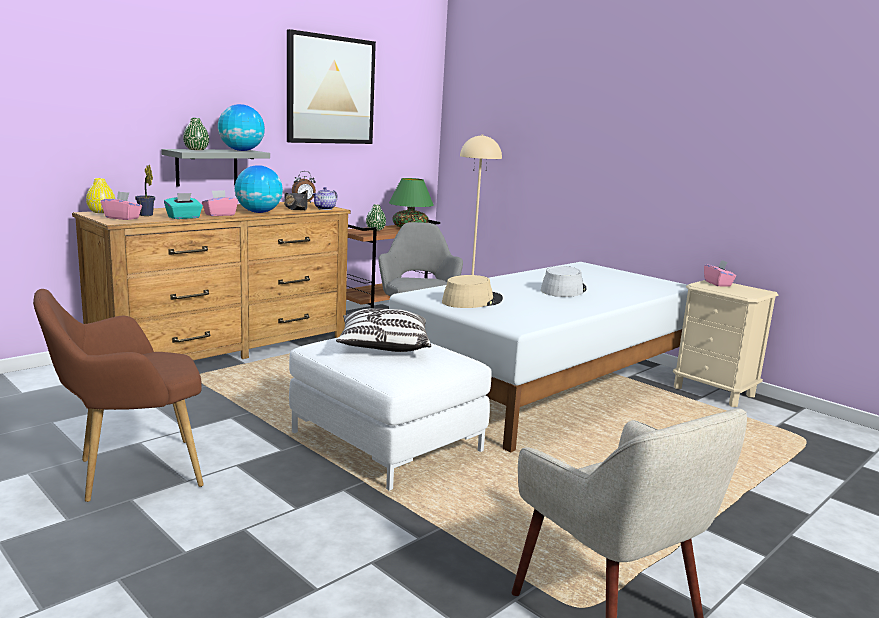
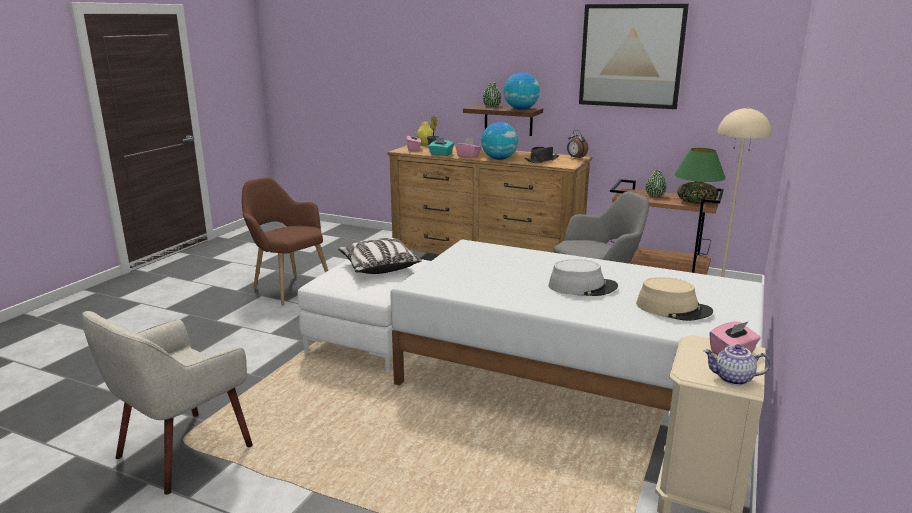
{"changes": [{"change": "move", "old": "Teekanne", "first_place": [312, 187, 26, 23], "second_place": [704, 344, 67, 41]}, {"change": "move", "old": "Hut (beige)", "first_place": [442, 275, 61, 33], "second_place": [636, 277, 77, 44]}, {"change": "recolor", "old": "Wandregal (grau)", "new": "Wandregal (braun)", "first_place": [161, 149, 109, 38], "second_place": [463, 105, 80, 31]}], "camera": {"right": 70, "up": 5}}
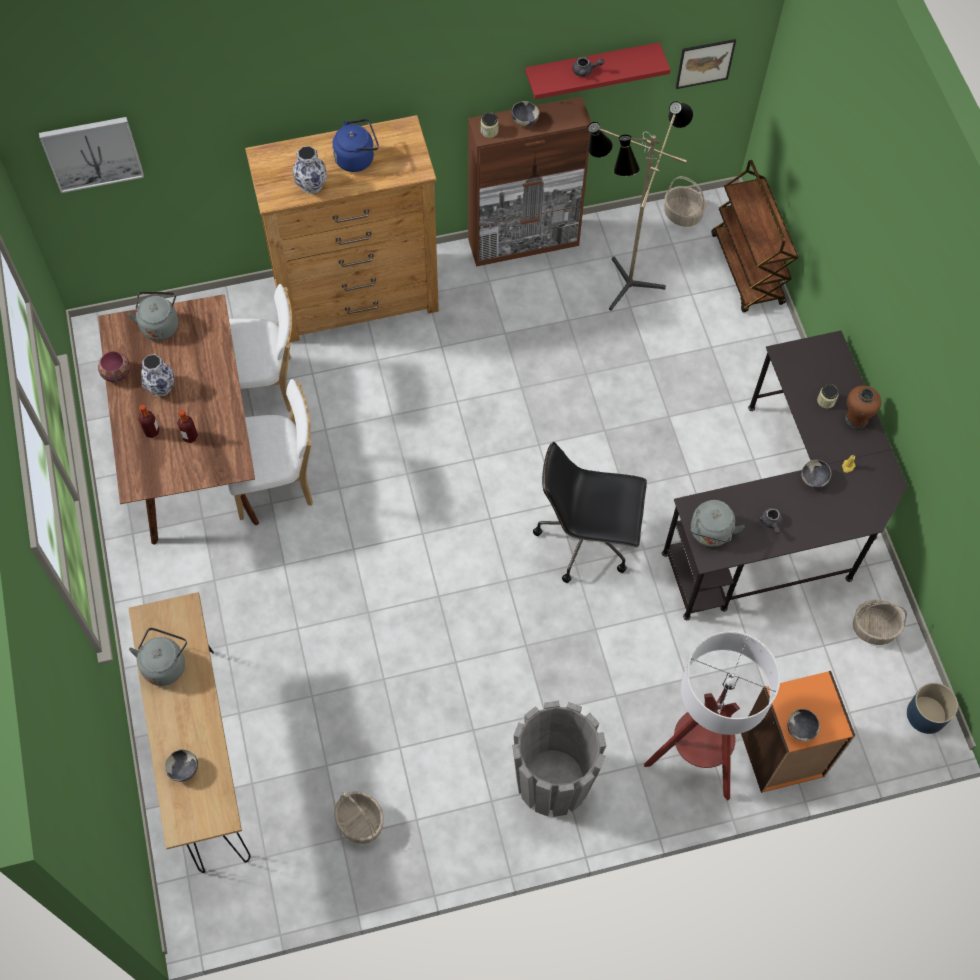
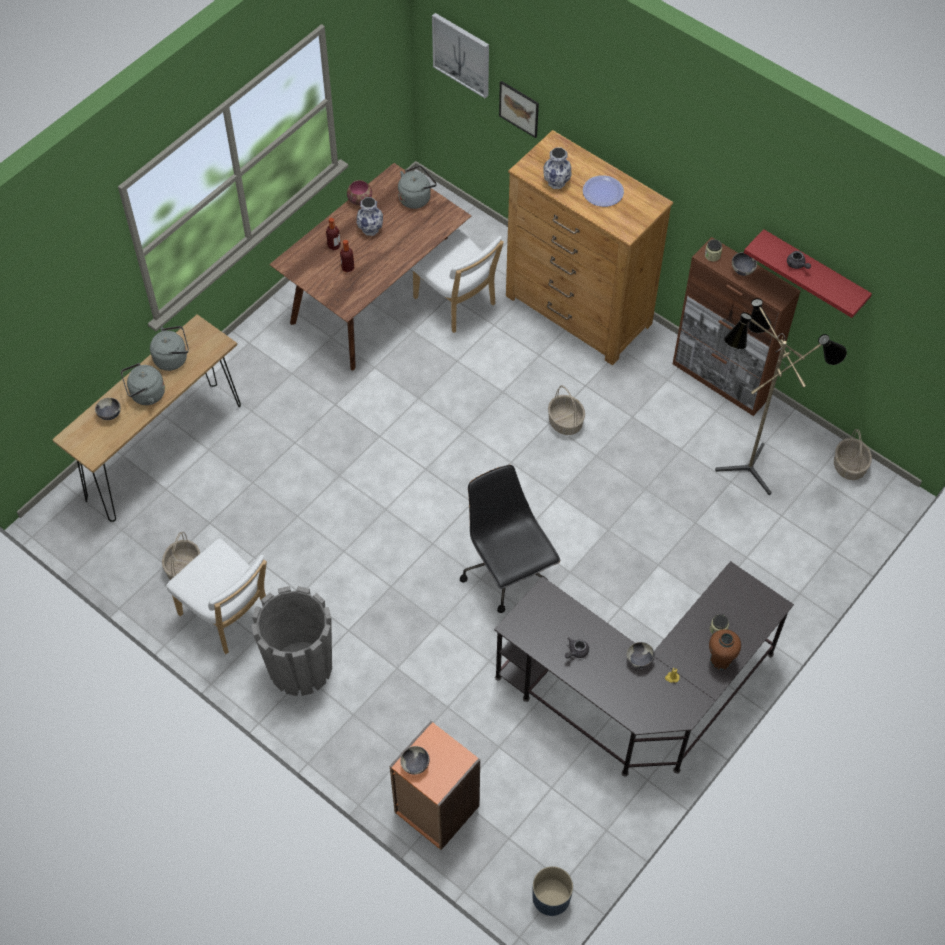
{"changes": [{"change": "delete", "old": "Stehlampe", "first_place": [644, 631, 136, 170]}, {"change": "delete", "old": "Rollwagen (braun)", "first_place": [712, 160, 87, 153]}, {"change": "move", "old": "Stuhl (weiß)", "first_place": [228, 379, 85, 141], "second_place": [166, 538, 101, 116]}, {"change": "move", "old": "Bild", "first_place": [676, 39, 60, 50], "second_place": [499, 81, 40, 57]}, {"change": "move", "old": "Wasserkessel (grau)", "first_place": [691, 500, 54, 47], "second_place": [121, 363, 44, 42]}, {"change": "move", "old": "Korb", "first_place": [853, 600, 54, 45], "second_place": [548, 385, 37, 50]}, {"change": "replace", "old": "Wasserkessel (blau)", "new": "Teller", "first_place": [332, 119, 47, 53], "second_place": [583, 175, 41, 32]}], "camera": {"right": 55, "up": -5}}
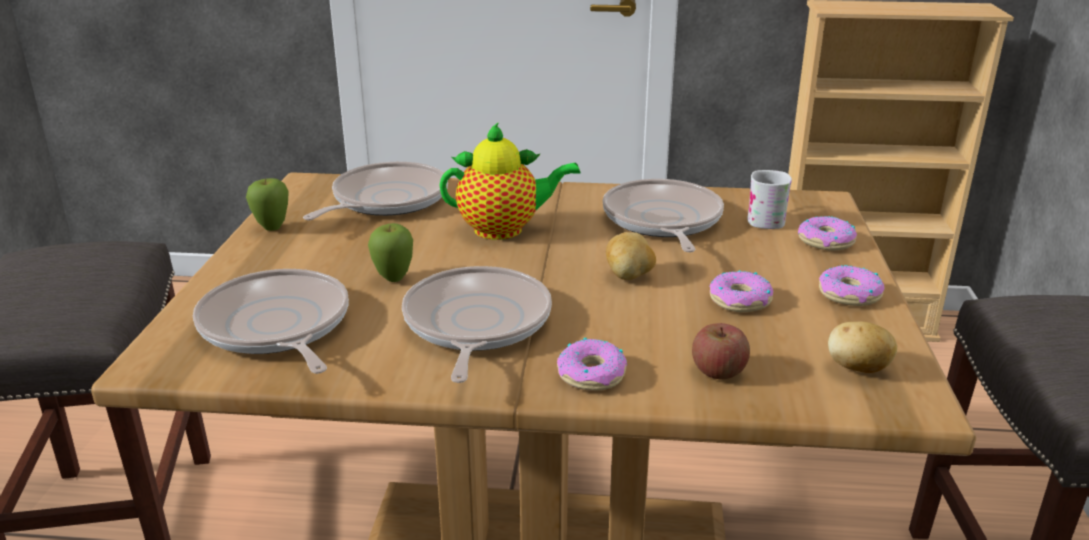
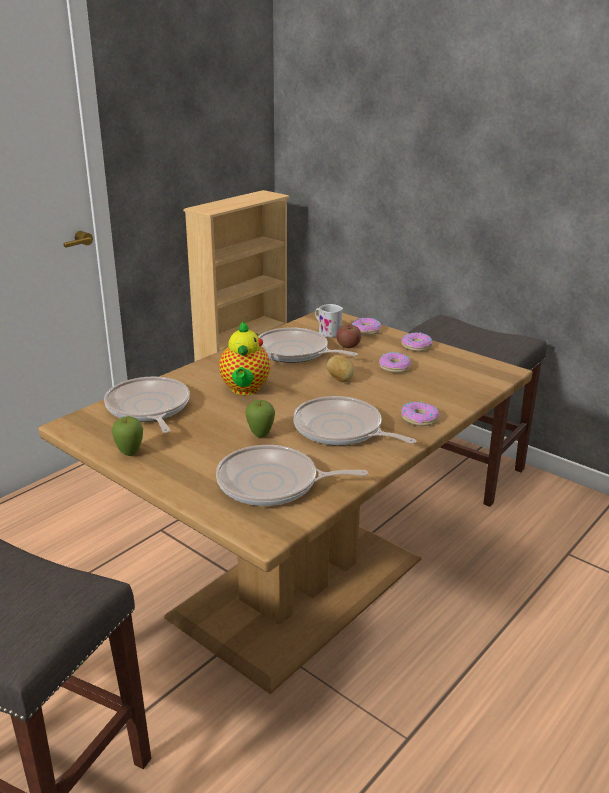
{"changes": [{"change": "delete", "old": "Kartoffel", "first_place": [828, 321, 69, 52]}, {"change": "move", "old": "Apfel", "first_place": [692, 323, 58, 56], "second_place": [337, 325, 24, 23]}, {"change": "rotate", "old": "Teekanne", "first_place": [439, 122, 142, 118], "second_place": [219, 321, 52, 74], "degrees": 150}], "camera": {"right": -55, "up": 0}}
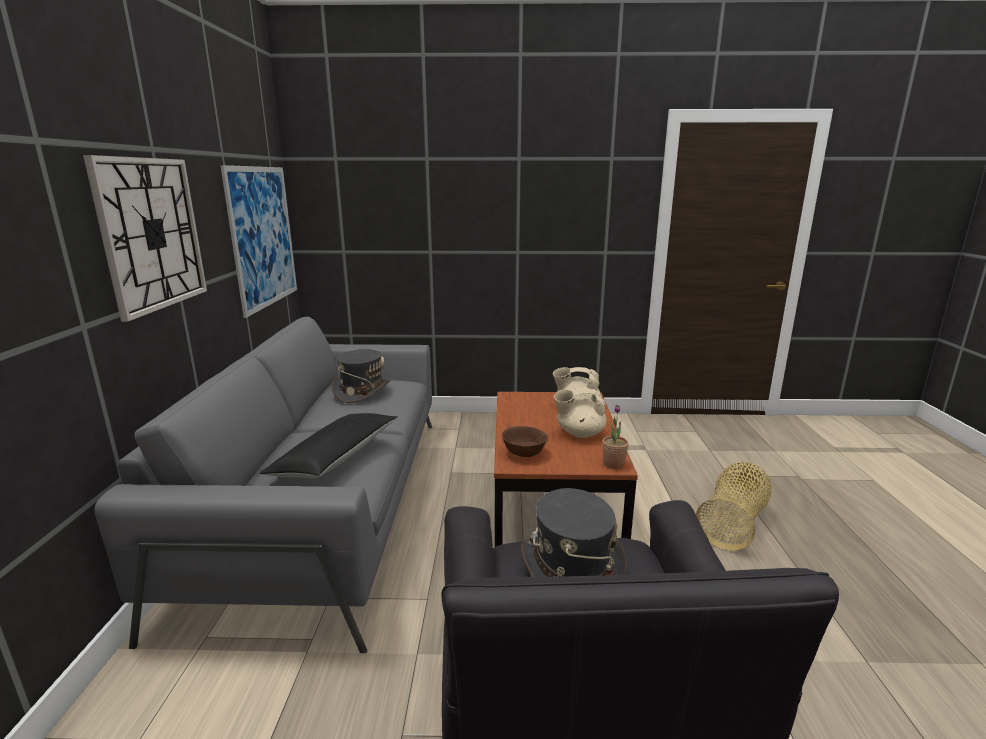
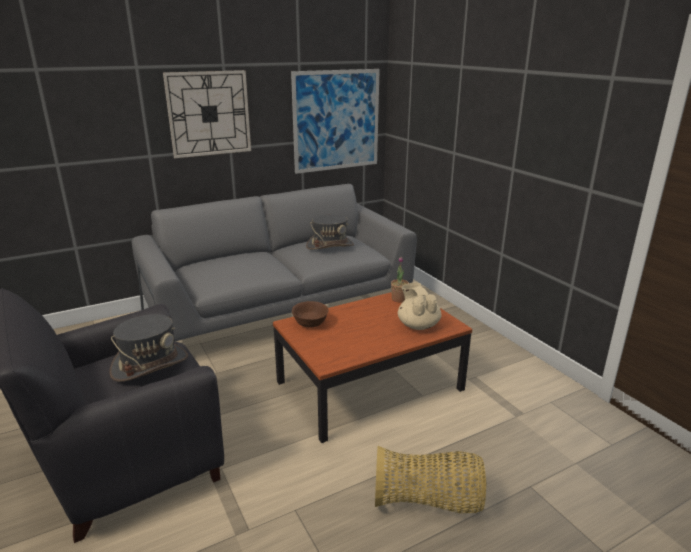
{"changes": [{"change": "delete", "old": "Kissen (schwarz)", "first_place": [260, 413, 138, 66]}, {"change": "delete", "old": "Teekanne (beige)", "first_place": [554, 388, 53, 50]}, {"change": "move", "old": "Topfpflanze", "first_place": [602, 405, 27, 64], "second_place": [391, 257, 18, 46]}], "camera": {"right": 60, "up": 5}}
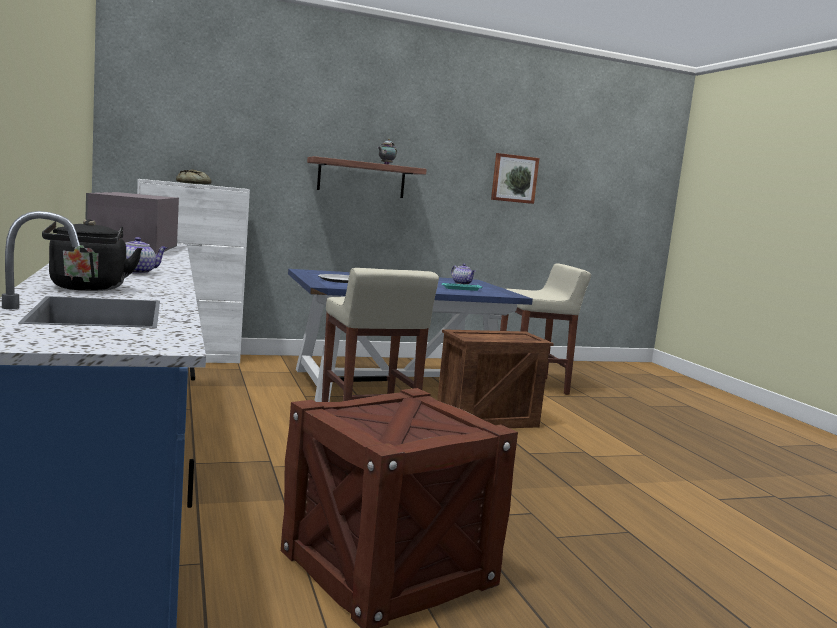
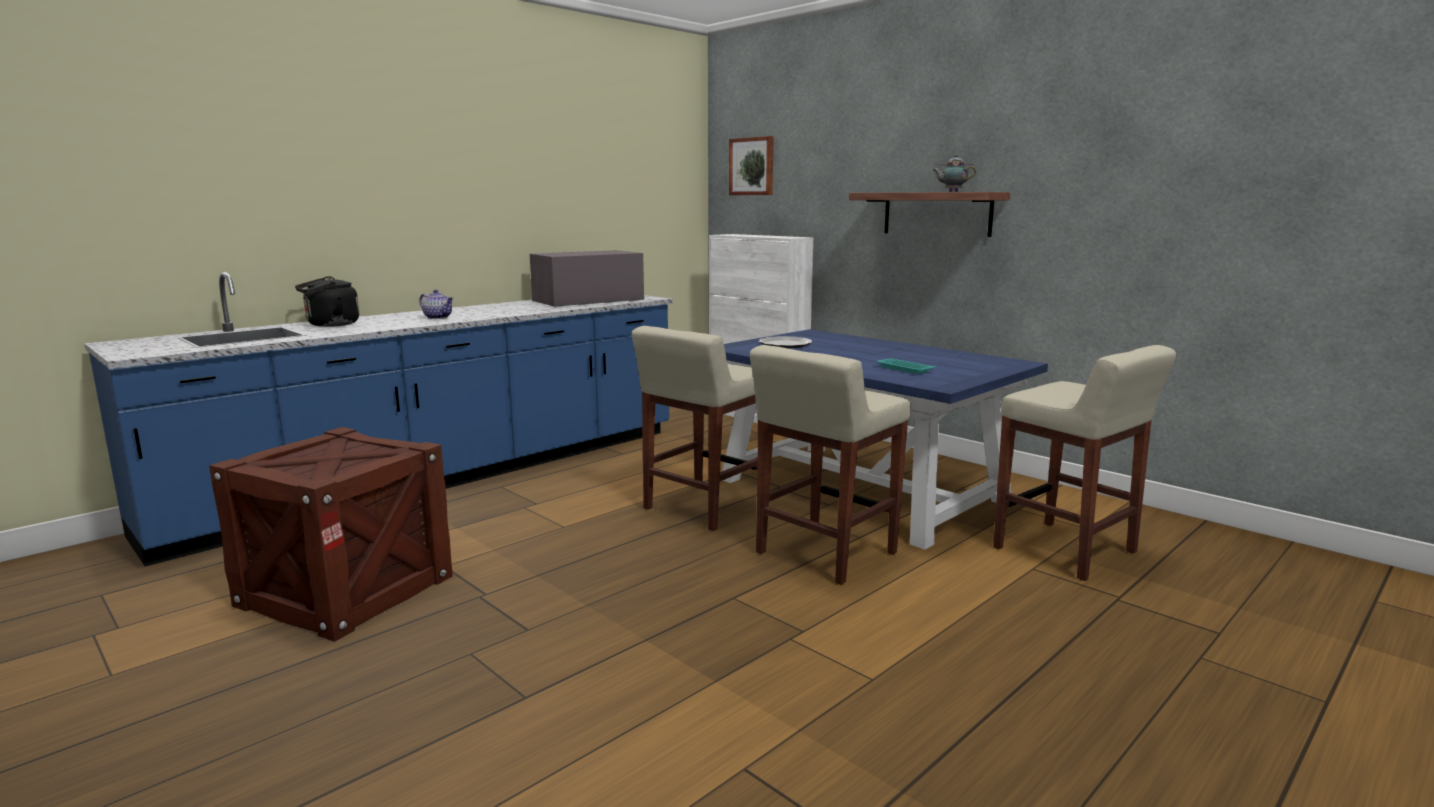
{"changes": [{"change": "delete", "old": "Brot", "first_place": [176, 170, 36, 14]}, {"change": "delete", "old": "Teekanne", "first_place": [451, 264, 25, 21]}, {"change": "move", "old": "Bild", "first_place": [491, 153, 48, 51], "second_place": [729, 136, 45, 59]}, {"change": "replace", "old": "Kiste", "new": "Hocker (beige)", "first_place": [437, 329, 117, 99], "second_place": [750, 345, 161, 240]}], "camera": {"right": 65, "up": 5}}
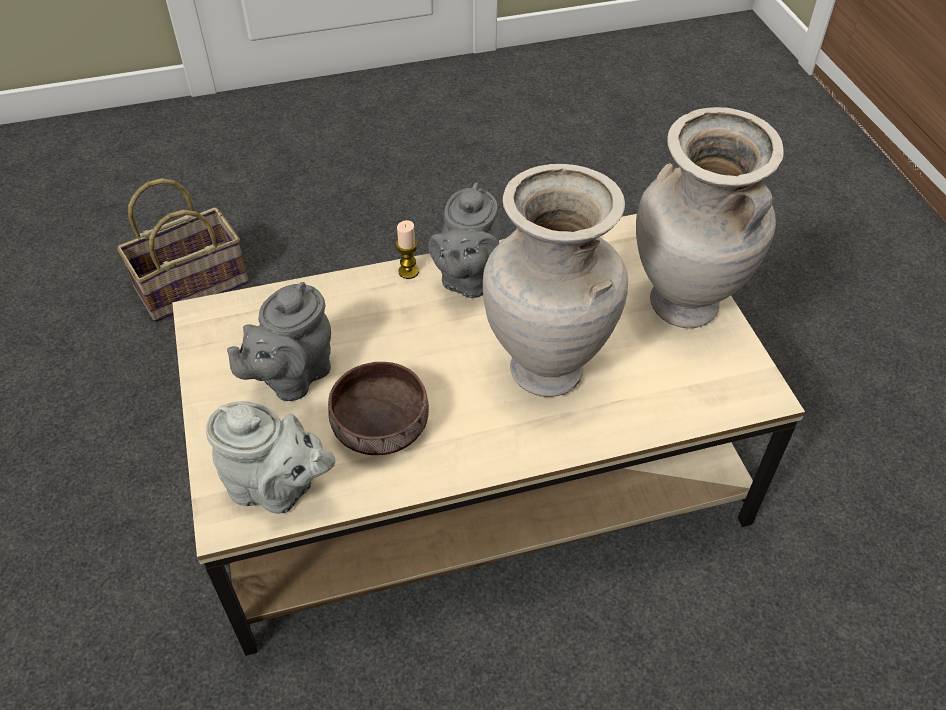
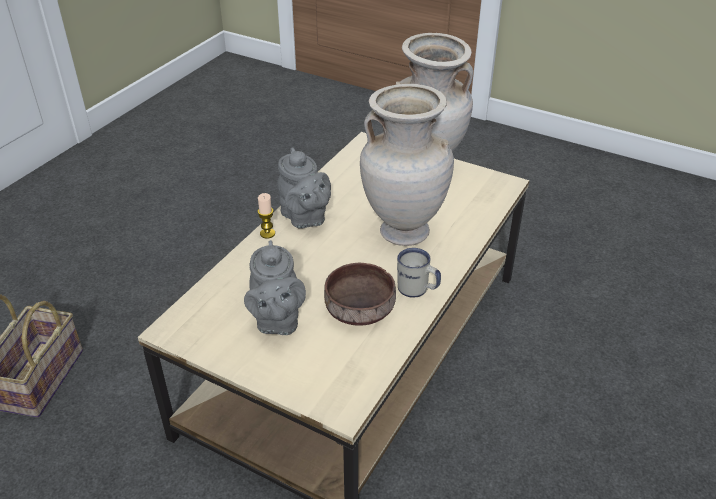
{"changes": [{"change": "delete", "old": "Teekanne (grau)", "first_place": [206, 401, 129, 113]}, {"change": "insert", "new": "Henkelbecher (weiß)", "second_place": [397, 248, 44, 50]}], "camera": {"right": -45, "up": -10}}
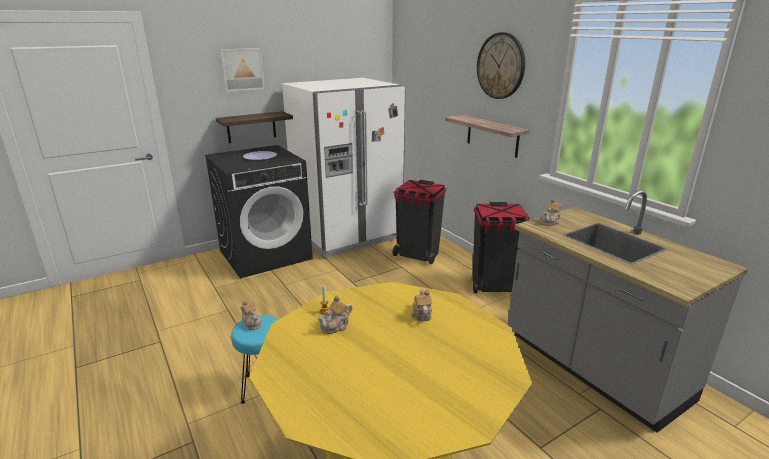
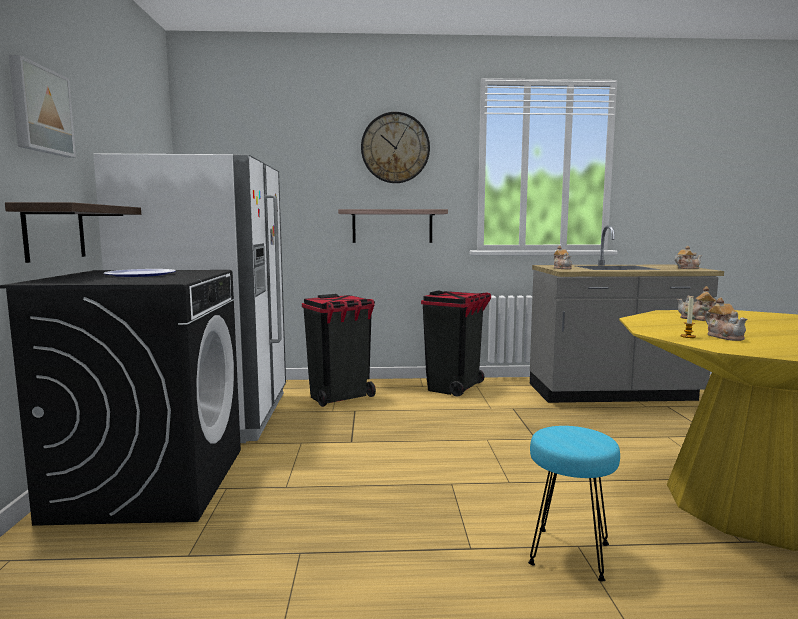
{"changes": [{"change": "move", "old": "Teekanne", "first_place": [240, 300, 22, 30], "second_place": [675, 246, 27, 23]}], "camera": {"right": -60, "up": -15}}
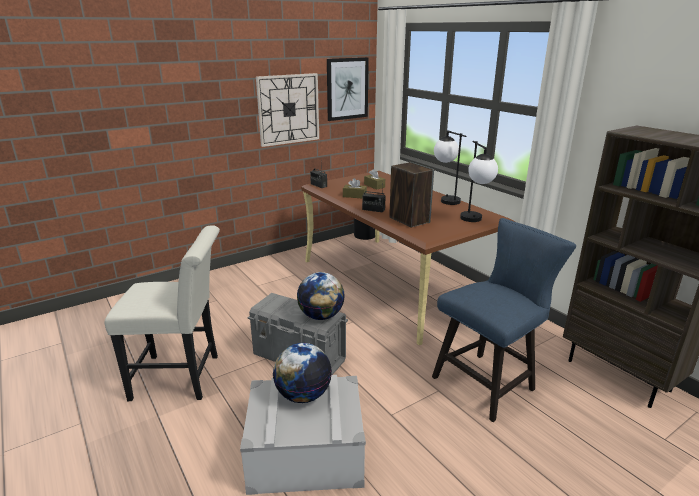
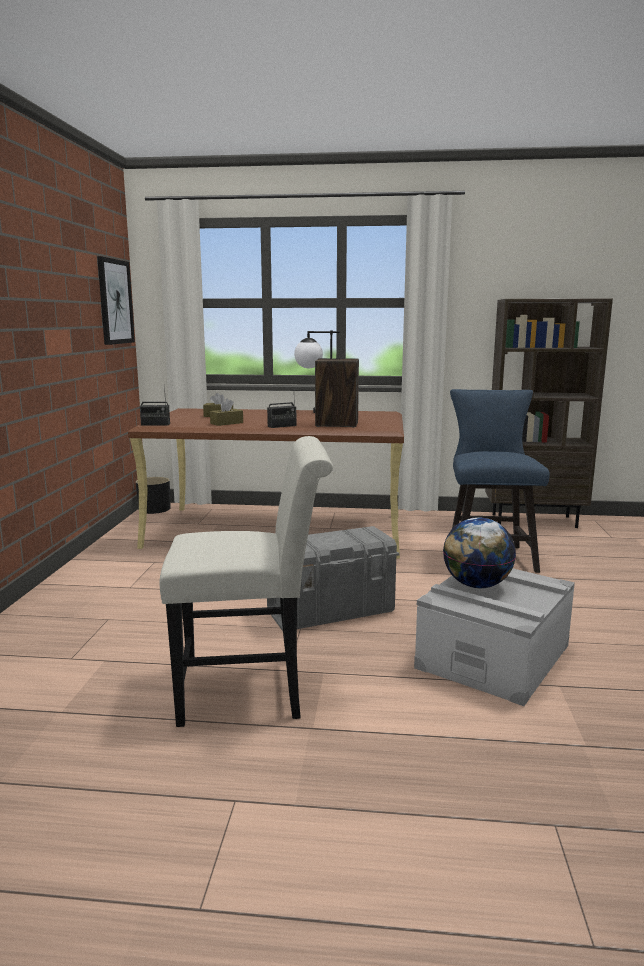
{"changes": [{"change": "delete", "old": "Wanduhr", "first_place": [256, 73, 63, 74]}, {"change": "delete", "old": "Globus", "first_place": [297, 272, 48, 48]}, {"change": "delete", "old": "Tischlampe", "first_place": [460, 141, 38, 81]}, {"change": "rotate", "old": "Stuhl (weiß)", "first_place": [105, 225, 115, 176], "second_place": [159, 436, 174, 291], "degrees": 45}], "camera": {"right": -50, "up": -10}}
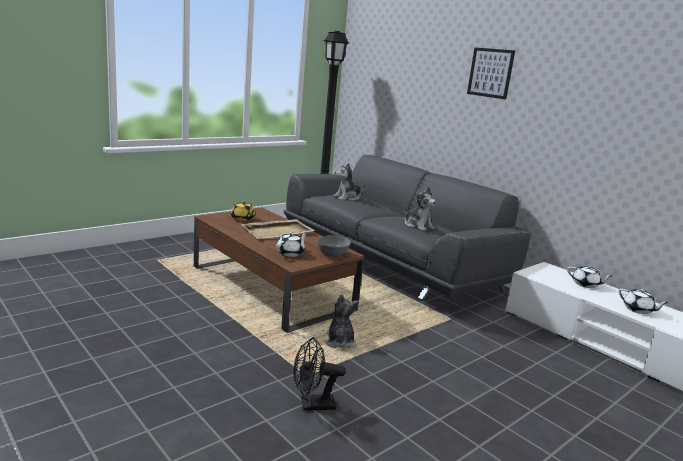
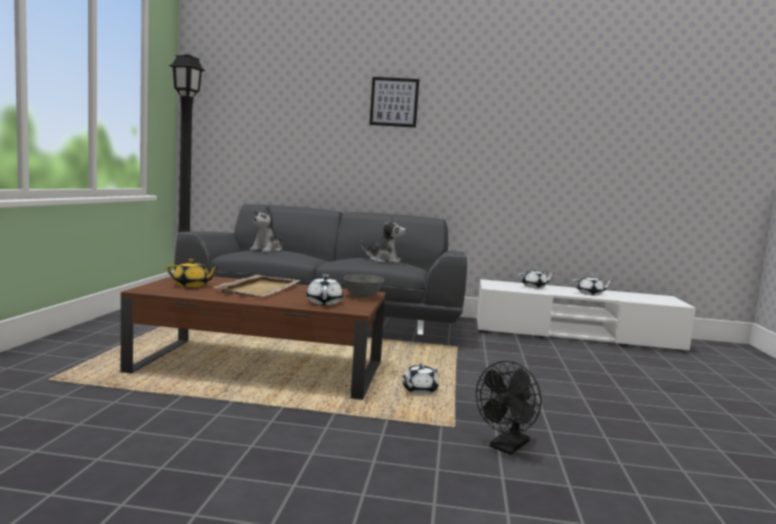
{"changes": [{"change": "replace", "old": "Plüschtier", "new": "Teekanne (weiß)", "first_place": [325, 294, 35, 54], "second_place": [402, 363, 36, 32]}], "camera": {"right": -40, "up": -10}}
